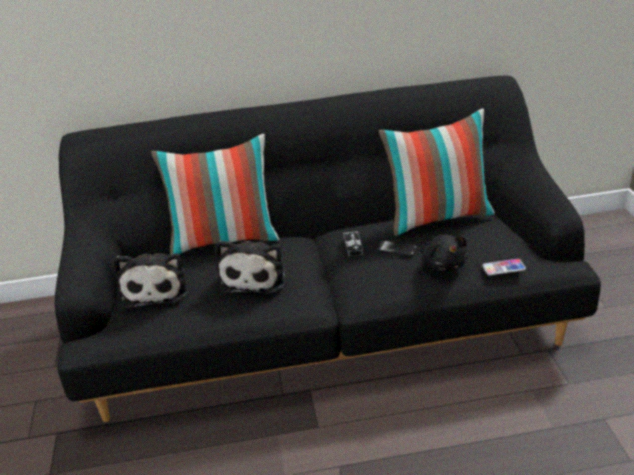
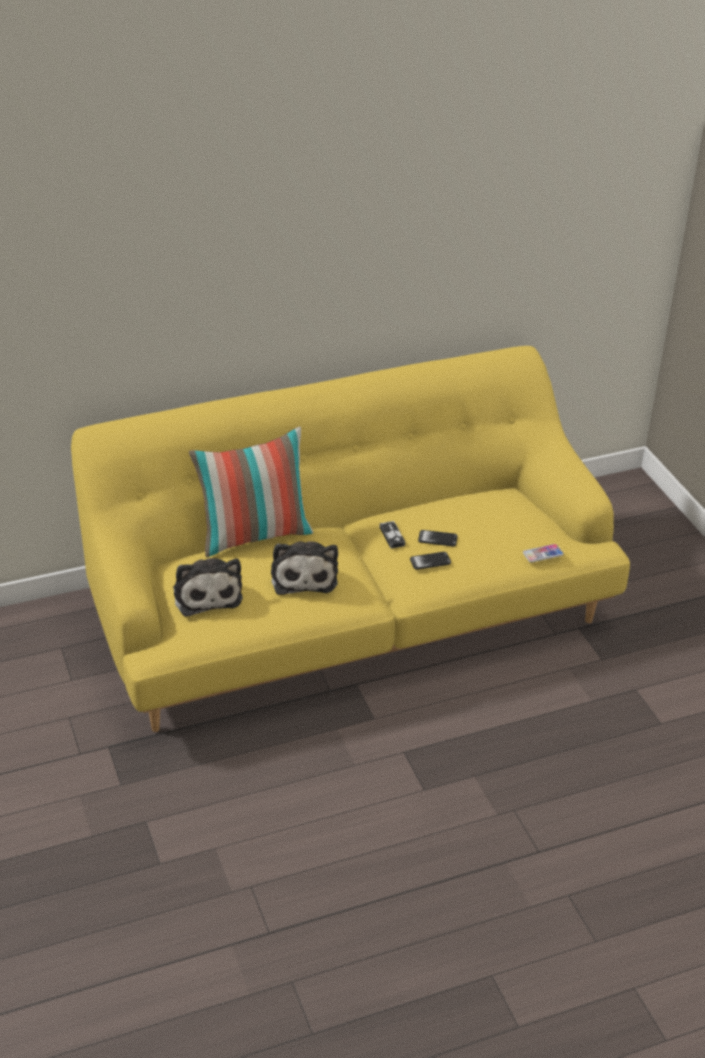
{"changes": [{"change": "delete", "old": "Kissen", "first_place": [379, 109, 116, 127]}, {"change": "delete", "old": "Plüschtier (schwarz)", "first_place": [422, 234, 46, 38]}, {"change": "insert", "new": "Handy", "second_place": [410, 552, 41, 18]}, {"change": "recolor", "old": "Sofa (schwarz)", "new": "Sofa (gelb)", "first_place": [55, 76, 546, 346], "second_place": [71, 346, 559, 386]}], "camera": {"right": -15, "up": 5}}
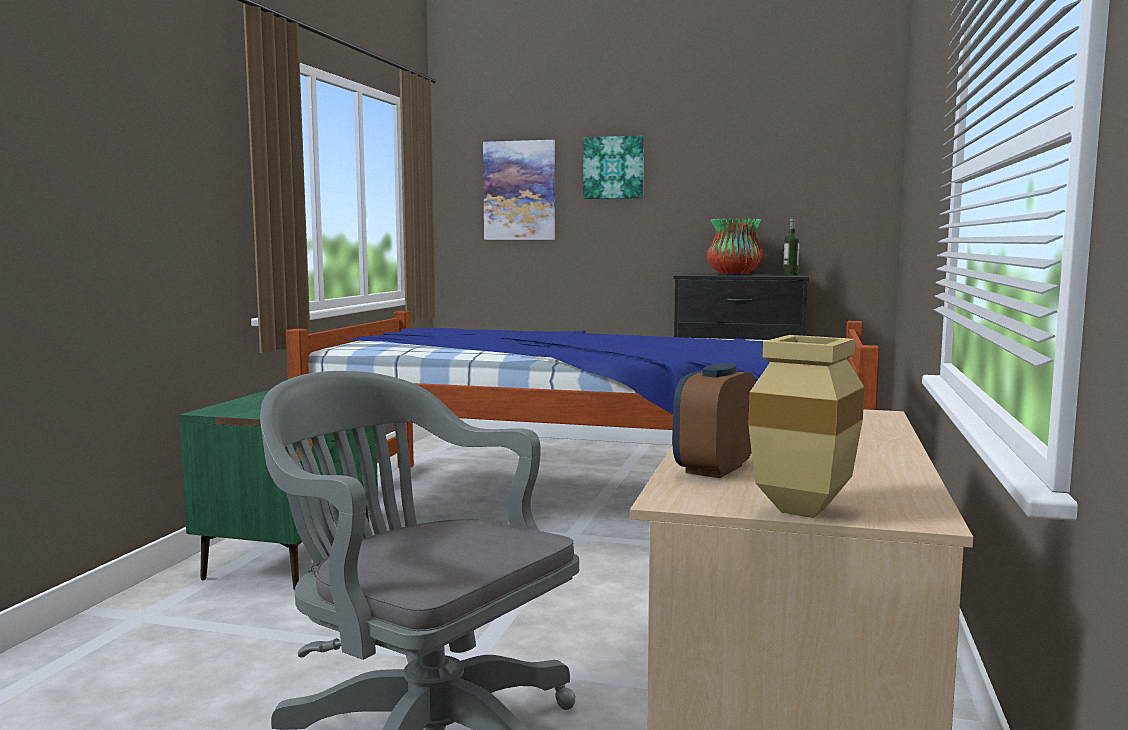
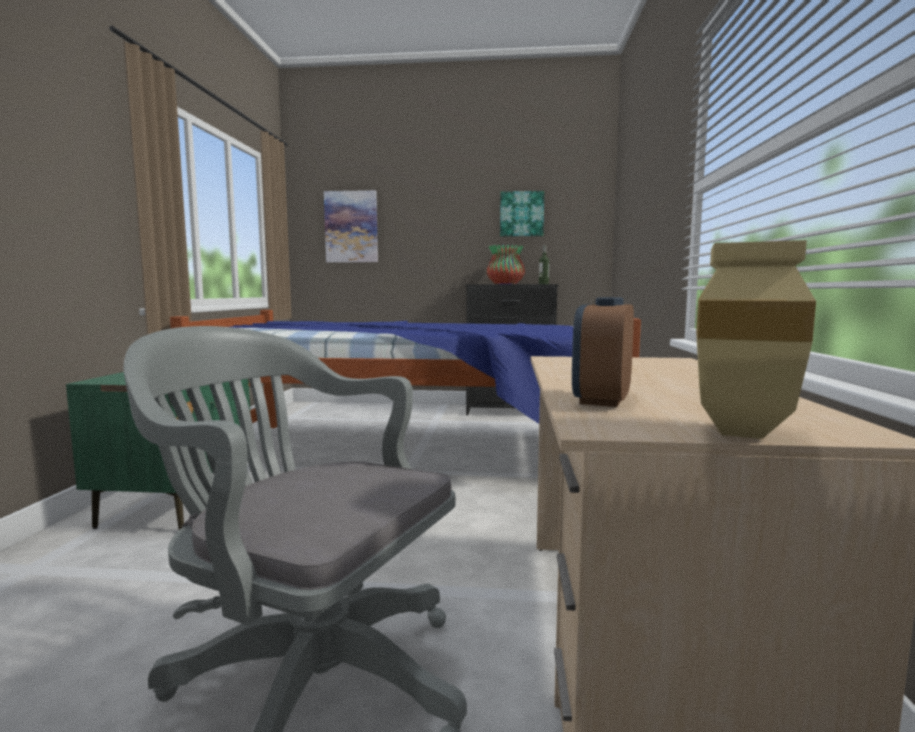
{"changes": [{"change": "move", "old": "Bild", "first_place": [583, 136, 61, 63], "second_place": [500, 191, 44, 45]}], "camera": {"right": -10, "up": 0}}
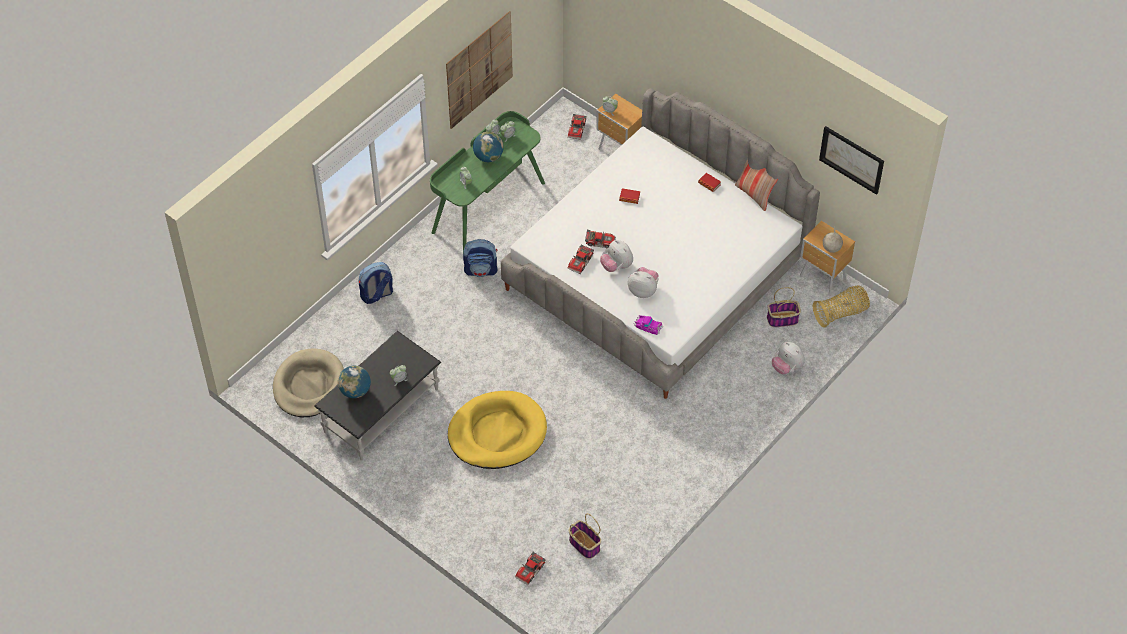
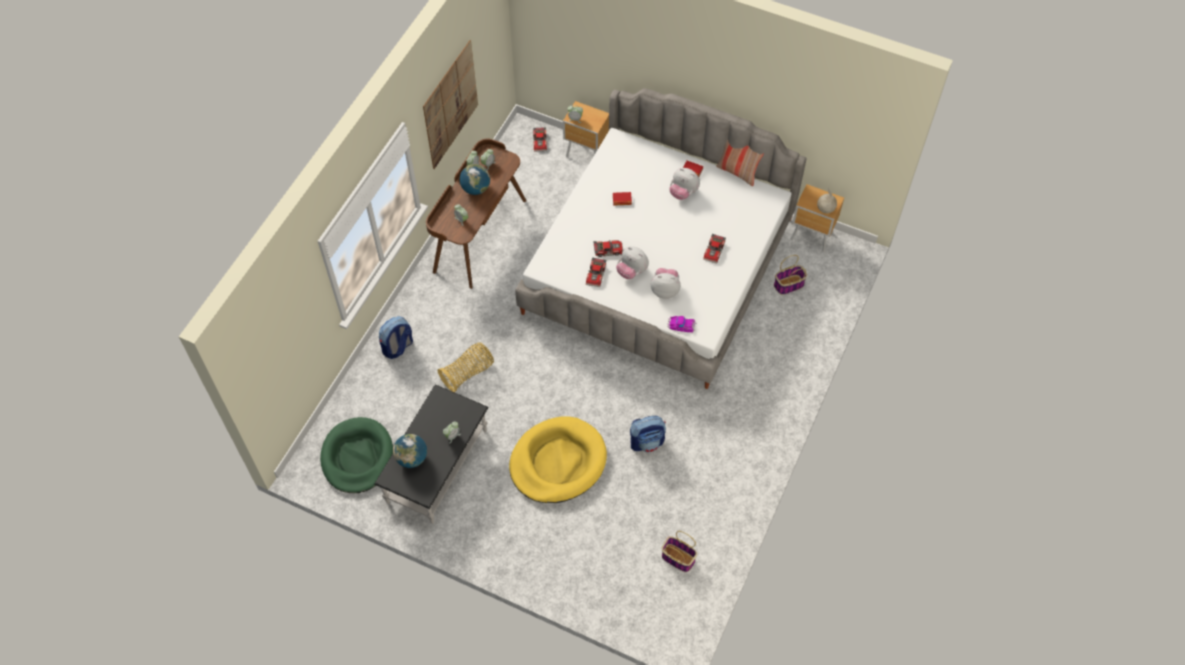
{"changes": [{"change": "delete", "old": "Bild", "first_place": [819, 126, 65, 69]}, {"change": "move", "old": "Rucksack", "first_place": [463, 239, 35, 38], "second_place": [630, 416, 36, 36]}, {"change": "move", "old": "Spielzeugauto", "first_place": [515, 552, 31, 33], "second_place": [703, 234, 23, 30]}, {"change": "move", "old": "Plüschtier", "first_place": [772, 342, 33, 32], "second_place": [669, 168, 31, 32]}, {"change": "move", "old": "Korb", "first_place": [813, 286, 57, 42], "second_place": [438, 342, 56, 51]}, {"change": "recolor", "old": "Hundebett (beige)", "new": "Hundebett (grün)", "first_place": [273, 349, 71, 68], "second_place": [320, 417, 73, 76]}, {"change": "recolor", "old": "Schreibtisch (grün)", "new": "Schreibtisch (braun)", "first_place": [430, 111, 115, 141], "second_place": [426, 139, 100, 150]}], "camera": {"right": -15, "up": 5}}
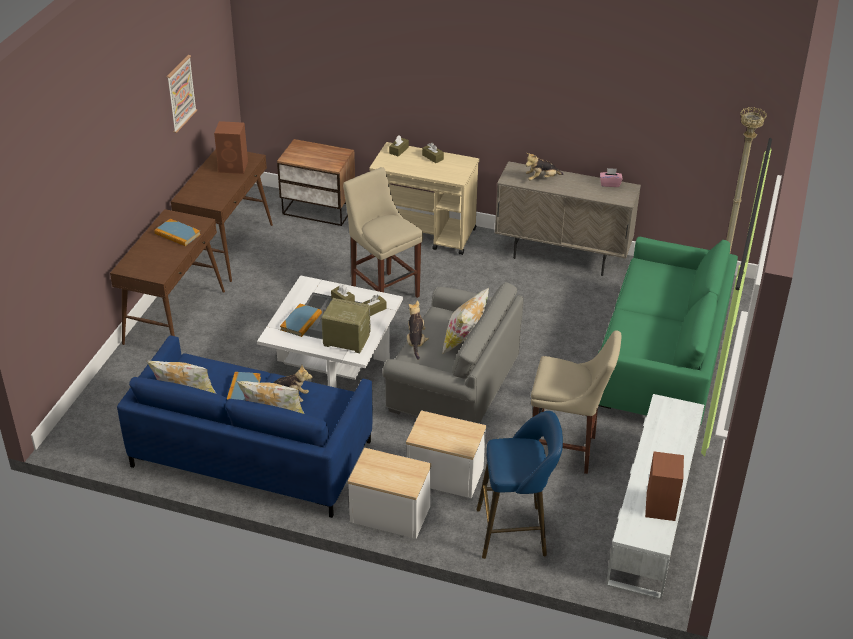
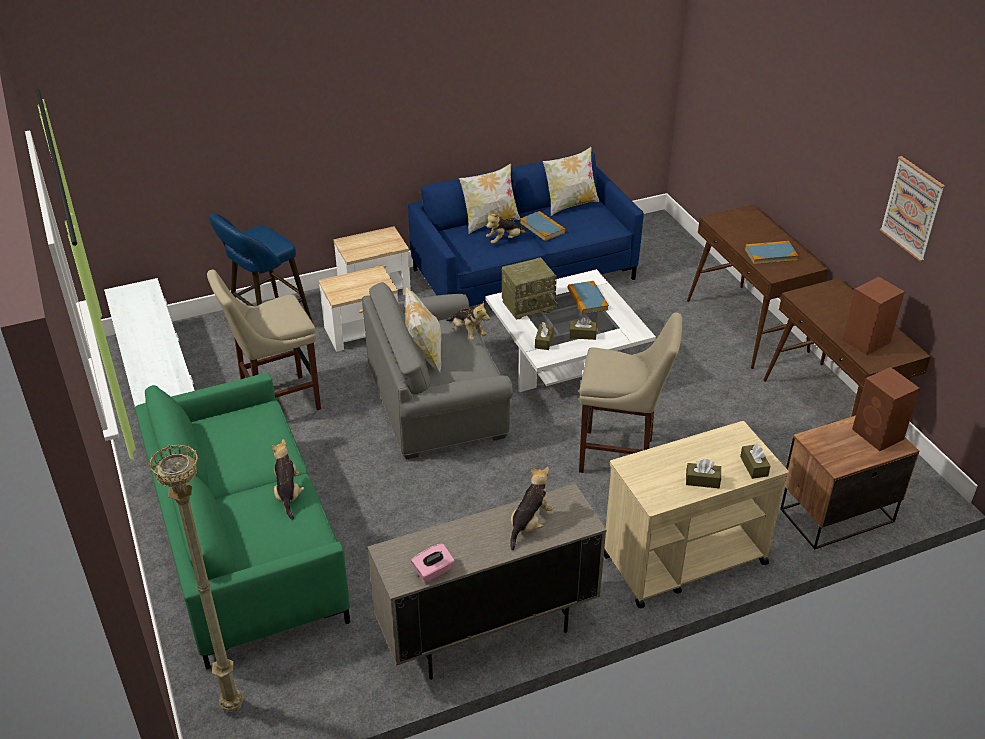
{"changes": [{"change": "insert", "new": "Plüschtier", "second_place": [271, 439, 34, 81]}, {"change": "move", "old": "Lautsprecher (braun)", "first_place": [645, 451, 39, 70], "second_place": [852, 367, 68, 84]}], "camera": {"right": 140, "up": 0}}
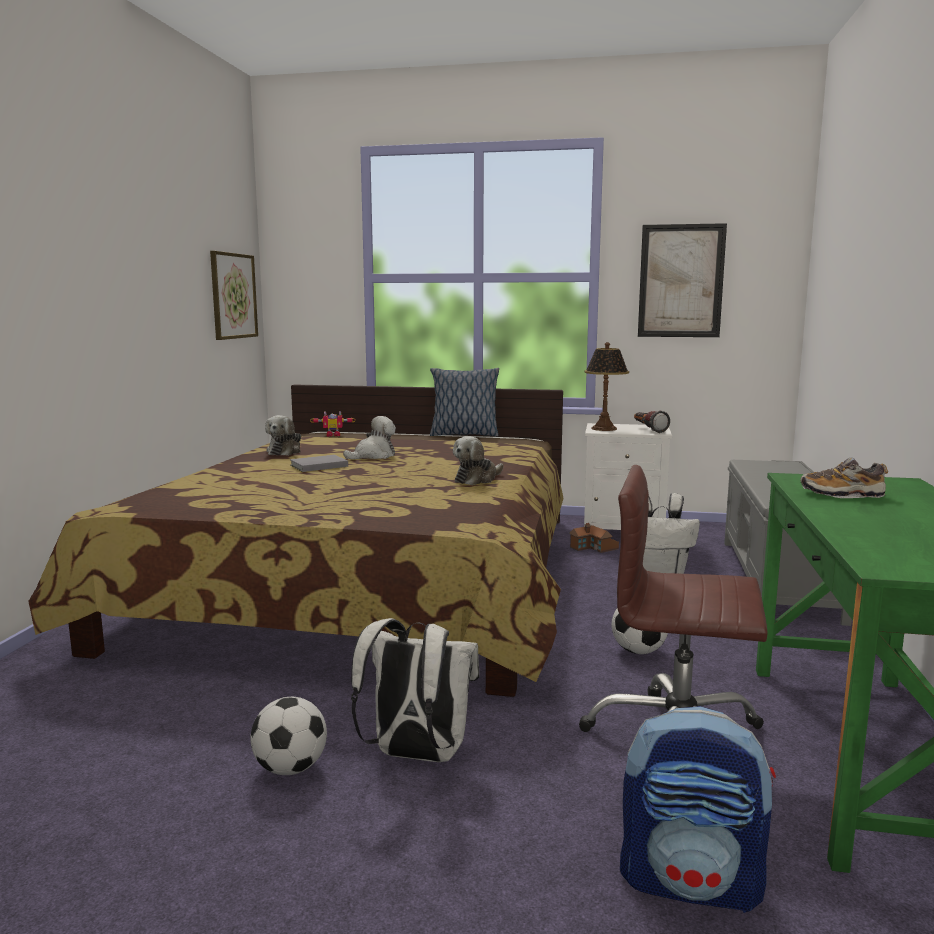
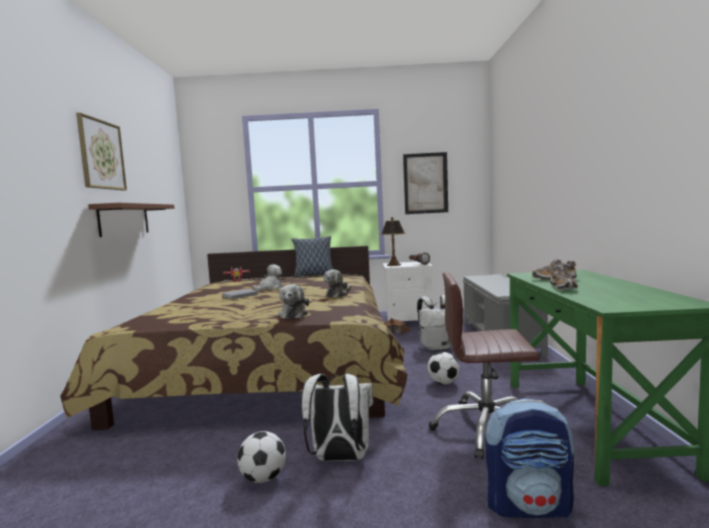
{"changes": [{"change": "insert", "new": "Wandregal (braun)", "second_place": [88, 203, 87, 34]}, {"change": "insert", "new": "Schuh", "second_place": [550, 265, 28, 25]}, {"change": "move", "old": "Bild", "first_place": [210, 251, 48, 89], "second_place": [76, 113, 51, 78]}, {"change": "move", "old": "Plüschtier", "first_place": [265, 415, 36, 41], "second_place": [278, 284, 31, 35]}], "camera": {"right": -10, "up": -5}}
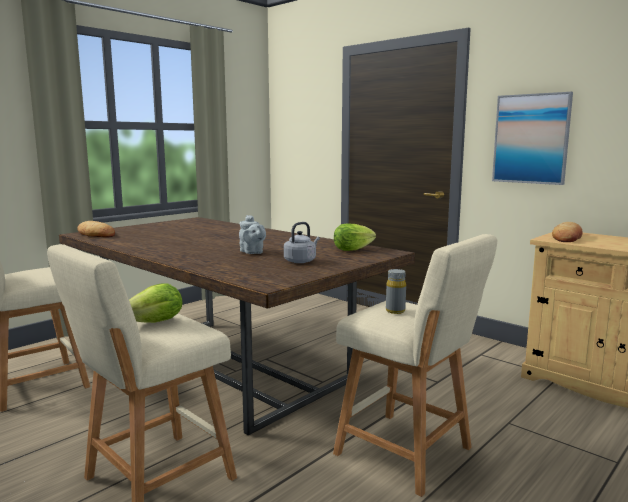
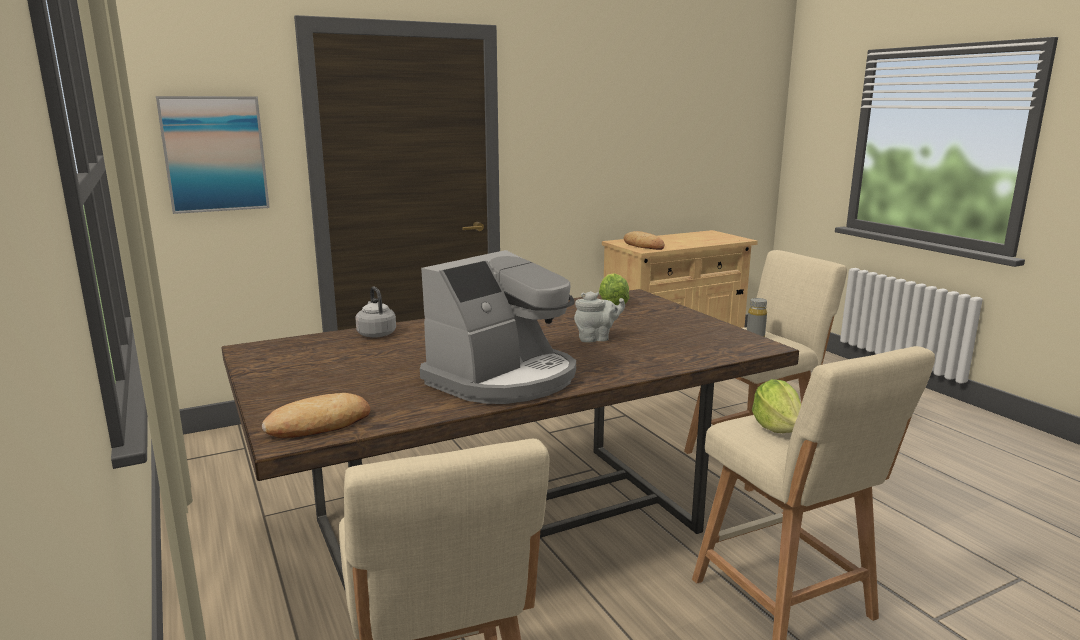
{"changes": [{"change": "insert", "new": "Kaffeemaschine", "second_place": [420, 250, 156, 154]}, {"change": "move", "old": "Wasserkessel (grau)", "first_place": [284, 222, 36, 41], "second_place": [355, 286, 41, 52]}, {"change": "move", "old": "Bild", "first_place": [492, 92, 81, 93], "second_place": [156, 96, 114, 118]}], "camera": {"right": -70, "up": 5}}
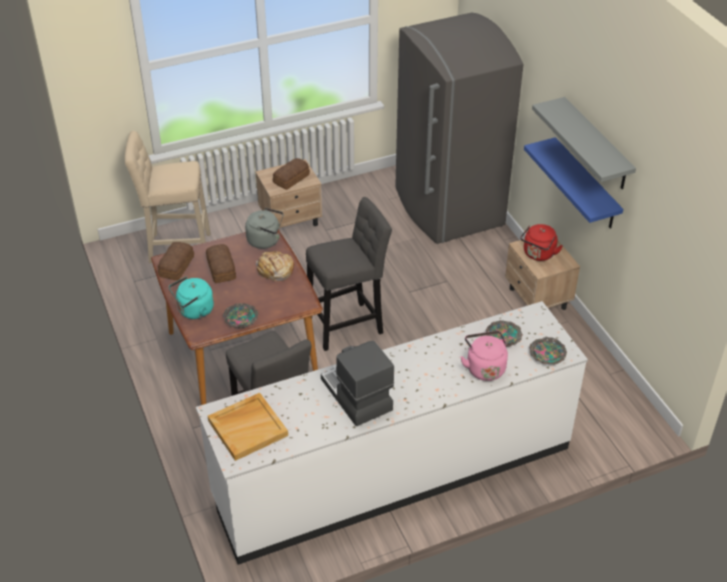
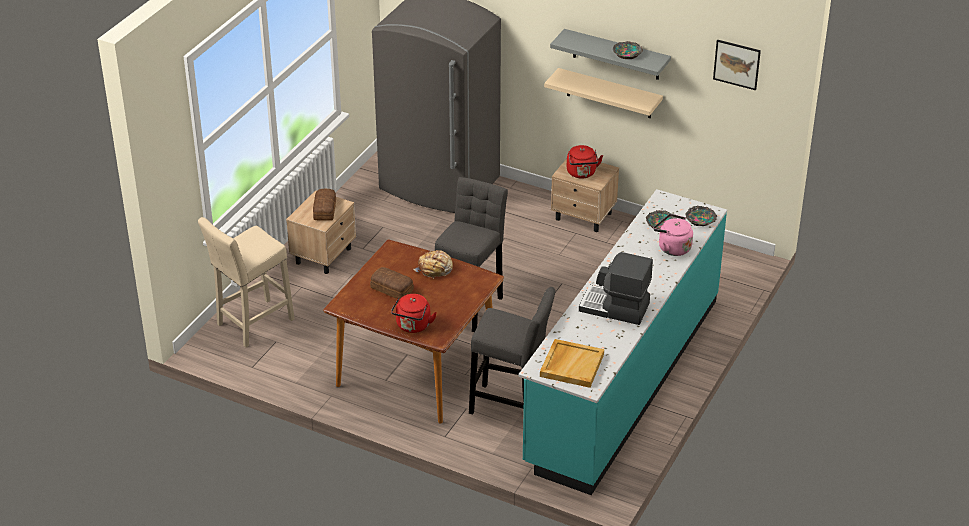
{"changes": [{"change": "delete", "old": "Brot", "first_place": [158, 242, 36, 38]}, {"change": "delete", "old": "Wasserkessel (grau)", "first_place": [245, 208, 39, 41]}, {"change": "insert", "new": "Bild", "second_place": [713, 40, 48, 50]}, {"change": "move", "old": "Schüssel", "first_place": [223, 303, 36, 25], "second_place": [613, 41, 30, 18]}, {"change": "recolor", "old": "Wasserkessel (türkis)", "new": "Wasserkessel (rot)", "first_place": [169, 277, 45, 42], "second_place": [391, 294, 46, 39]}, {"change": "recolor", "old": "Küchenzeile (weiß)", "new": "Küchenzeile (türkis)", "first_place": [196, 301, 392, 264], "second_place": [518, 189, 209, 306]}, {"change": "recolor", "old": "Wandregal (blau)", "new": "Wandregal (beige)", "first_place": [524, 137, 99, 92], "second_place": [544, 68, 119, 50]}], "camera": {"right": -40, "up": -5}}
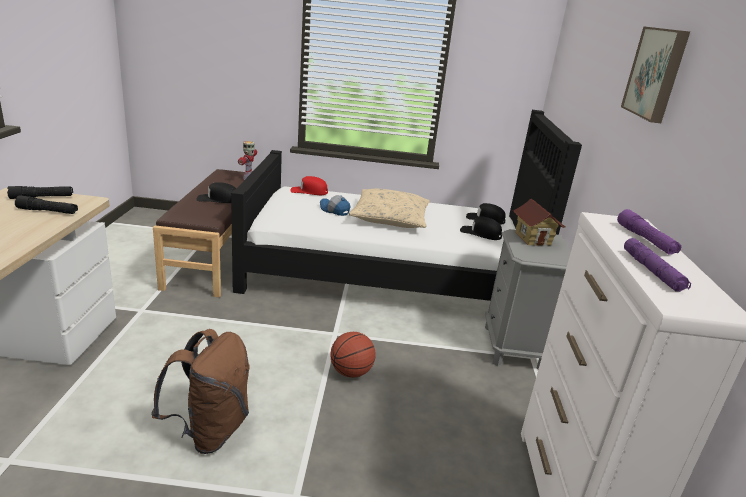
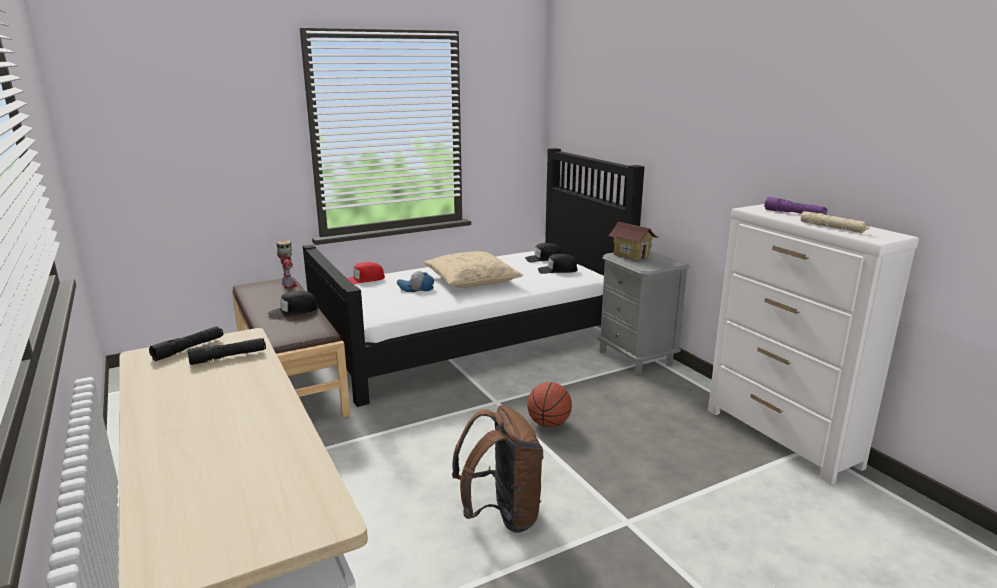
{"changes": [{"change": "delete", "old": "Bild", "first_place": [621, 27, 69, 96]}, {"change": "recolor", "old": "Taschenlampe (lila)", "new": "Taschenlampe (beige)", "first_place": [624, 238, 67, 54], "second_place": [801, 211, 69, 22]}], "camera": {"right": -30, "up": -5}}
